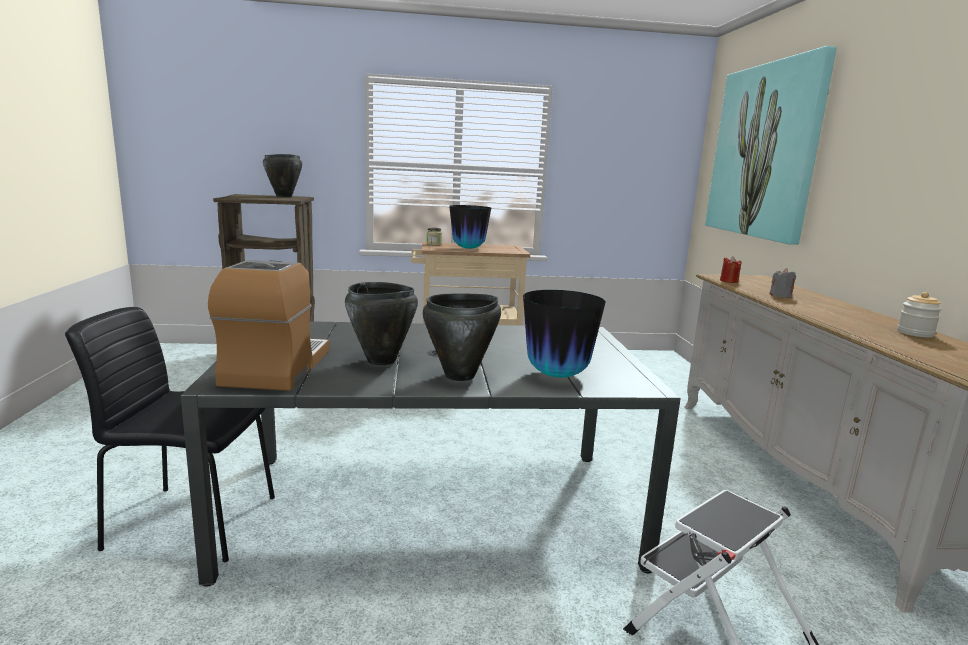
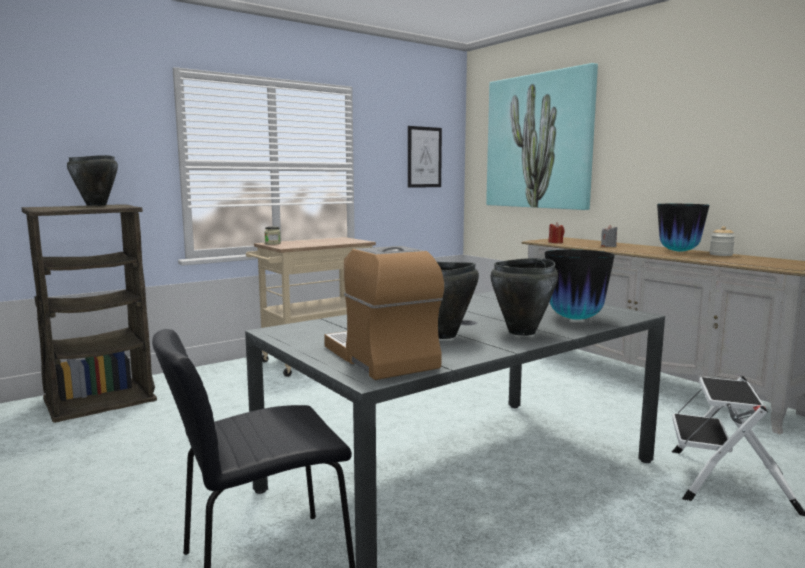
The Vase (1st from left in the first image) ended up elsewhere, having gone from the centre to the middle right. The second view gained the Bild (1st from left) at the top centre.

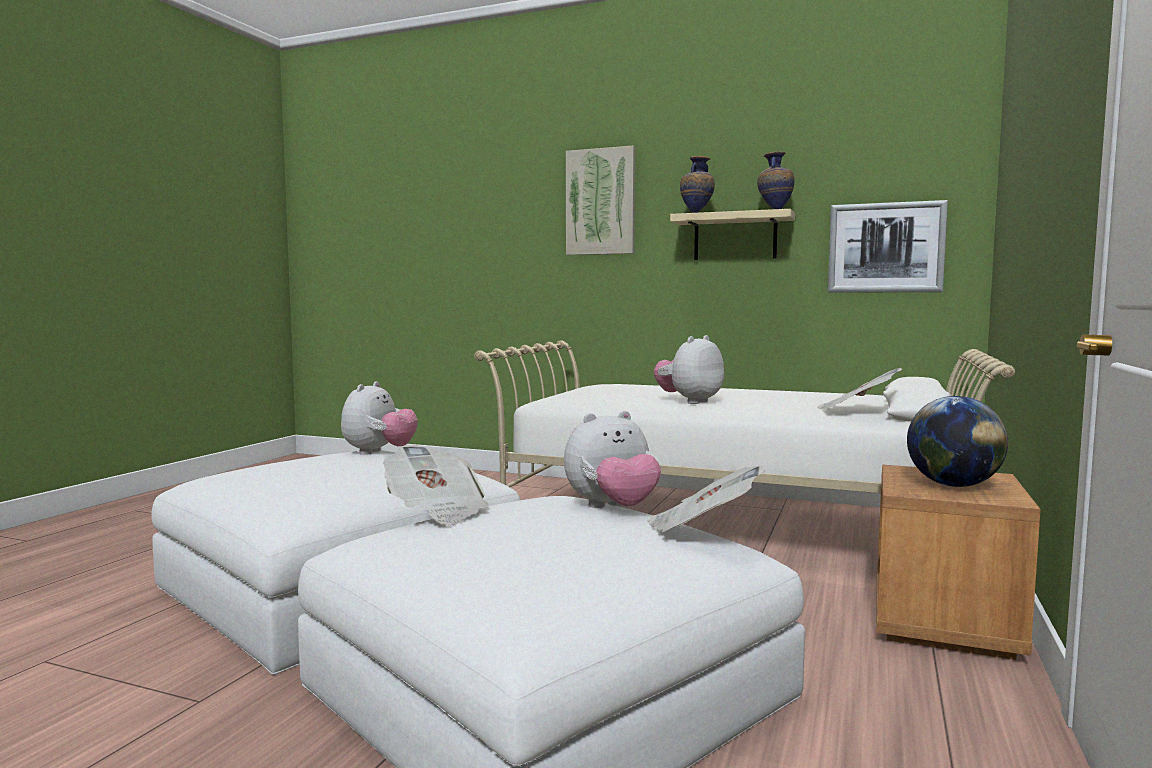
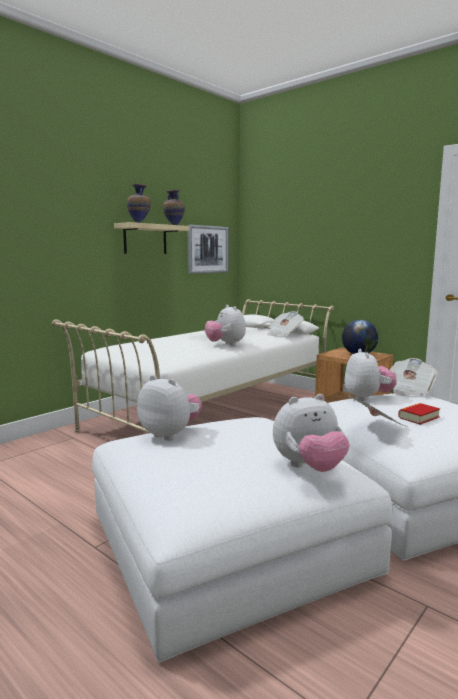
The second view lost the Bild (1st from left) at the top centre. The second view gained the Plüschtier (3rd from left) at the middle right. The second view gained the Buch at the middle right.

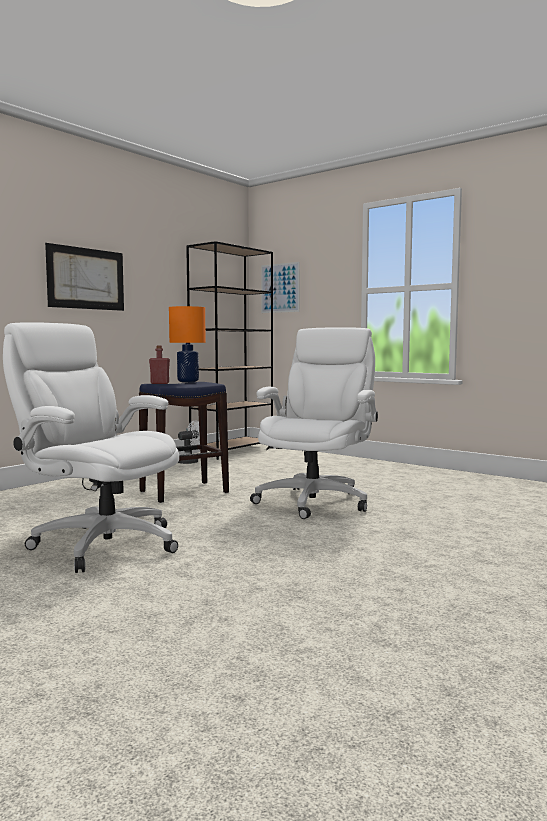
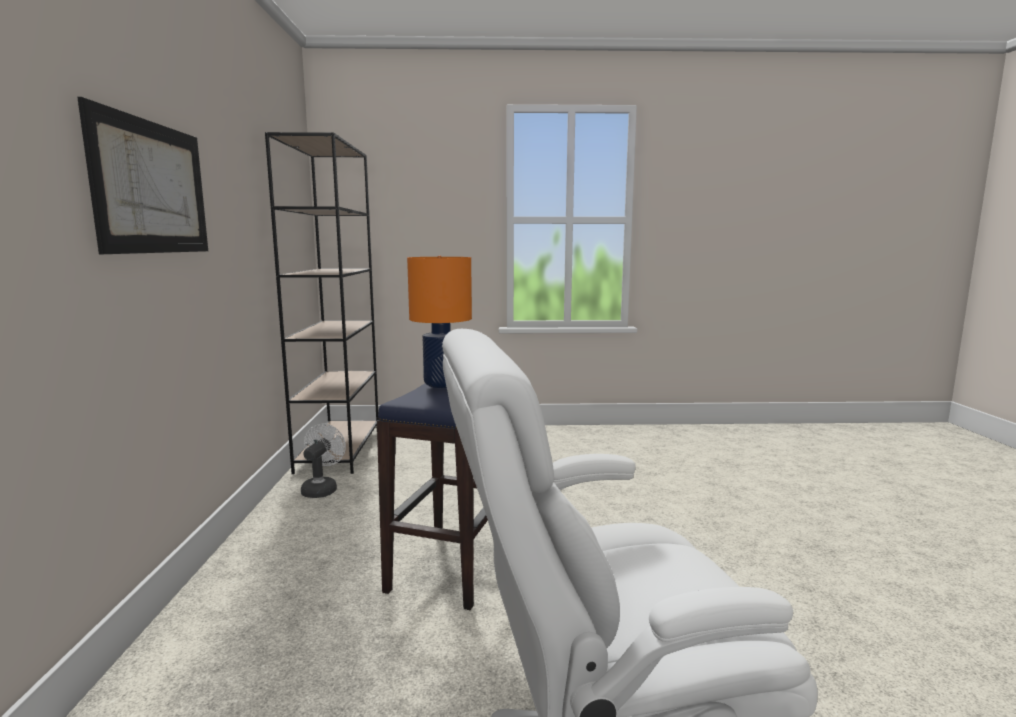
The second view lost the Flasche [rot] at the middle left. The second view lost the Bürostuhl [weiß] (2nd from left) at the centre. The second view lost the Bild (2nd from left) at the centre.

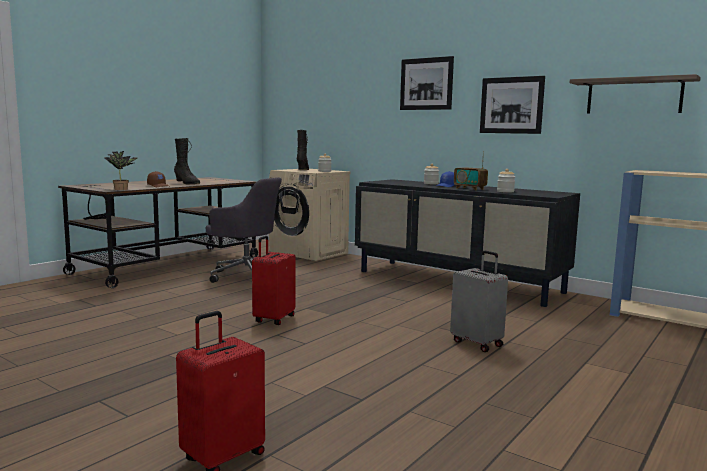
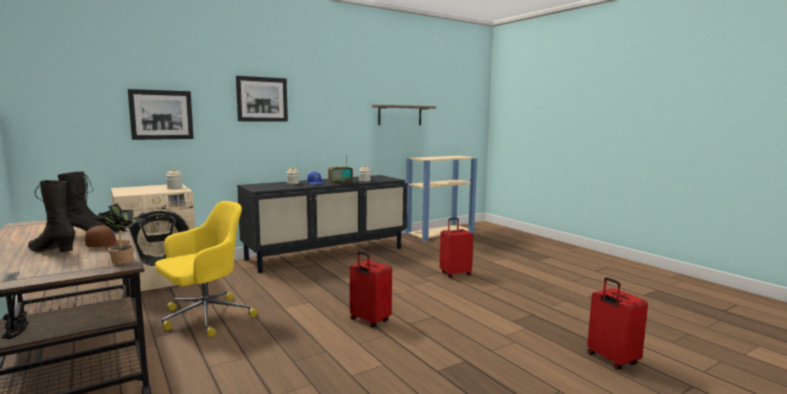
What was the Bürostuhl [grau] at the centre turned into the Bürostuhl [gelb] at the bottom left. The Stiefel [schwarz] (2nd from left in the first image) ended up elsewhere, having gone from the top centre to the middle left. What was the Koffer [grau] at the middle right turned into the Koffer [rot] (2nd from left) at the centre. The Bild (2nd from left in the first image) ended up elsewhere, having gone from the top right to the top left.

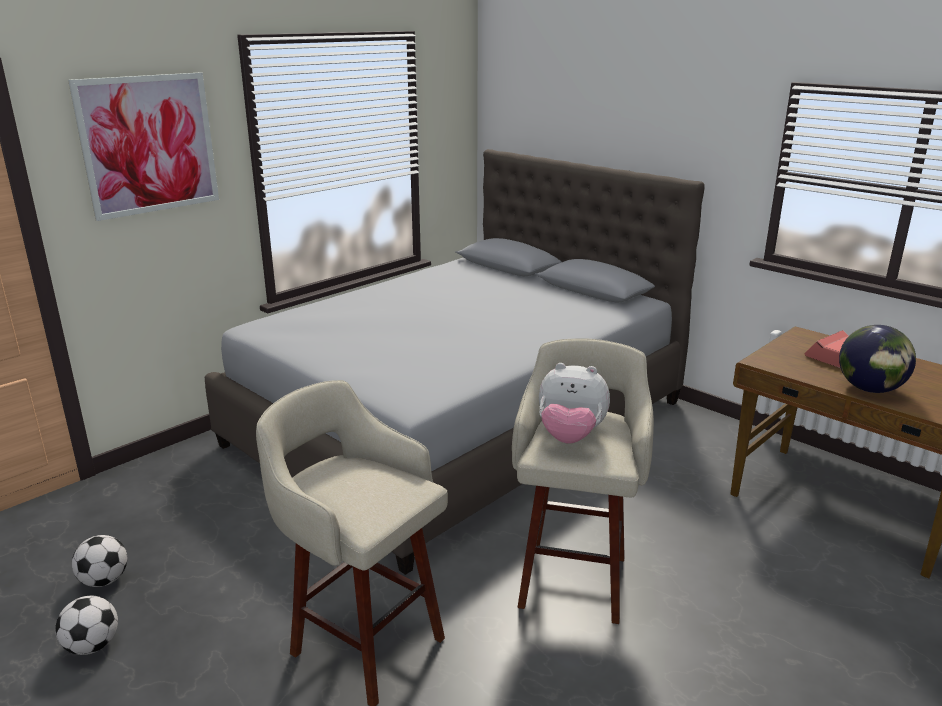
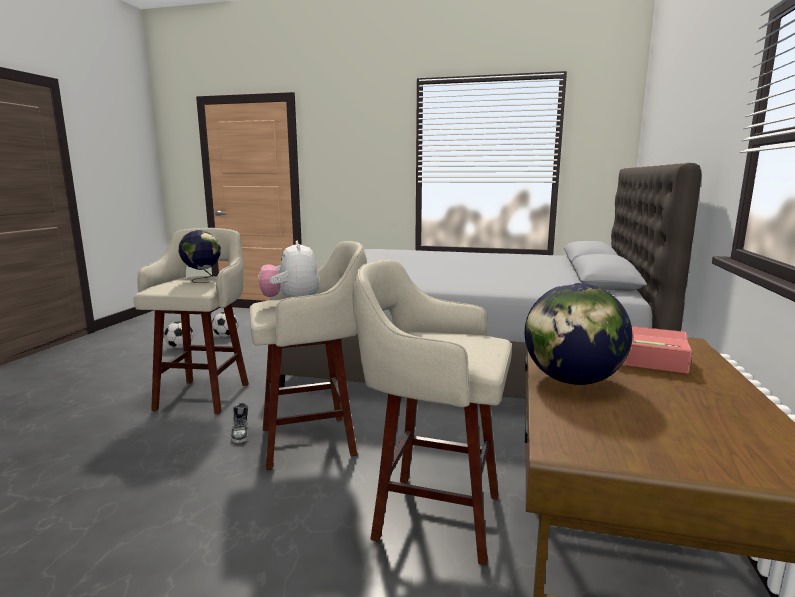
The second view lost the Bild at the top left. The second view gained the Globus (1st from left) at the middle left. The second view gained the Schuh at the bottom left. The second view gained the Hocker [beige] (3rd from left) at the bottom centre.

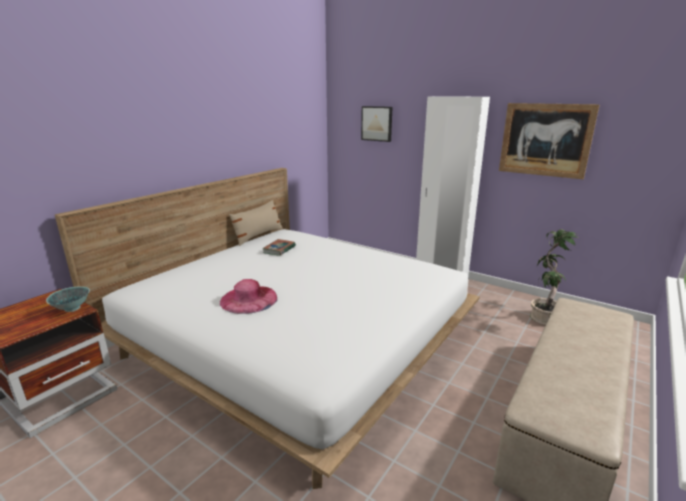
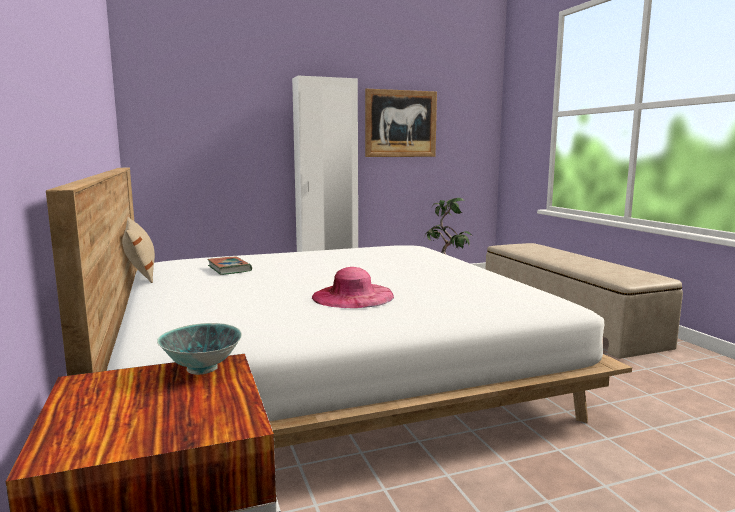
The second view lost the Bild (1st from left) at the top centre.

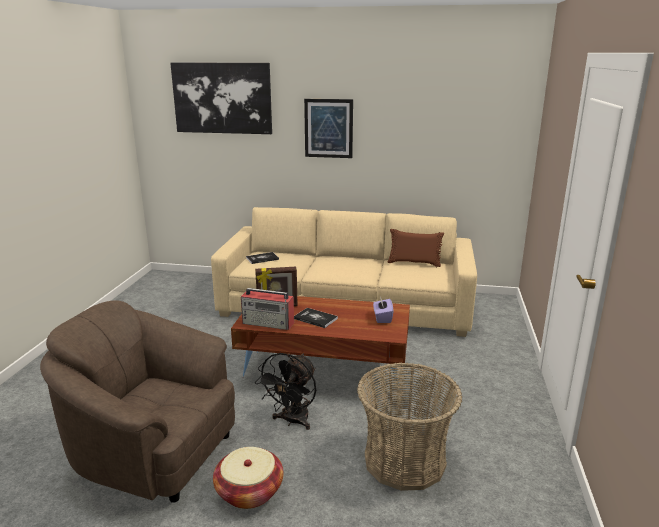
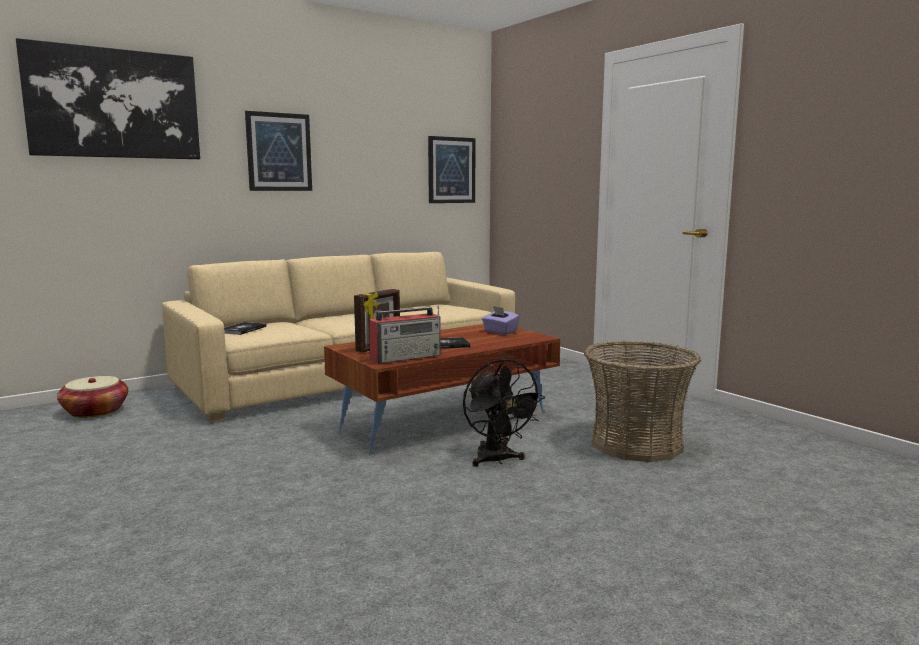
The second view lost the Sessel [braun] at the bottom left. The Korb (1st from left) ended up elsewhere, having gone from the bottom centre to the middle left. The second view lost the Kissen [braun] at the centre. The second view gained the Bild (3rd from left) at the top centre.

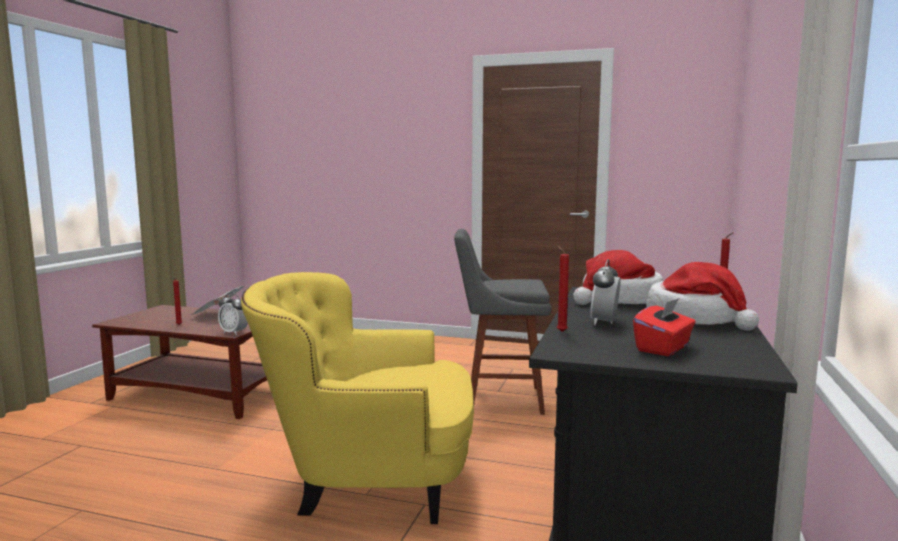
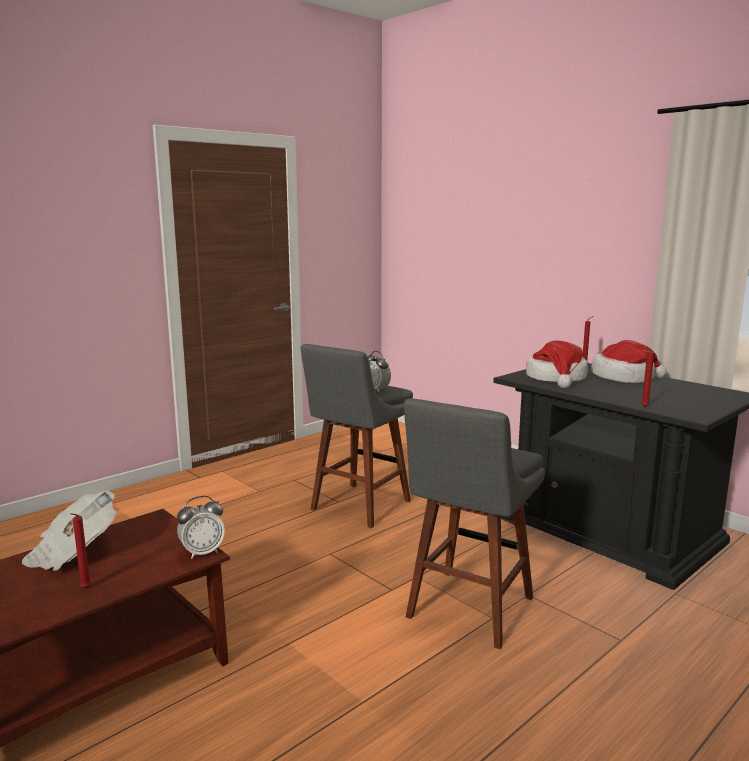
Where the Sessel [gelb] stood at the bottom centre, the Hocker [grau] (2nd from left) came to stand at the bottom centre. The Wecker (2nd from left) ended up elsewhere, having gone from the middle right to the centre. The second view lost the Taschentuchbox [rot] at the middle right.

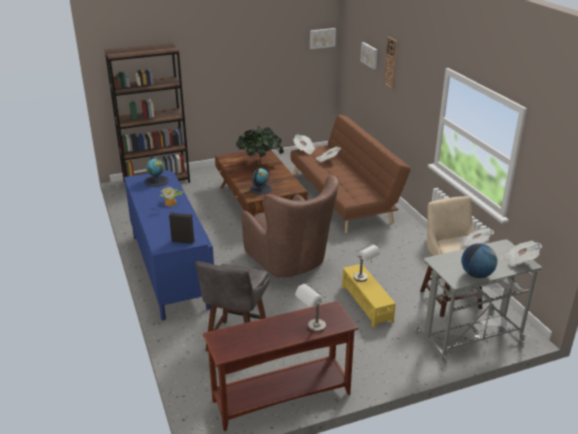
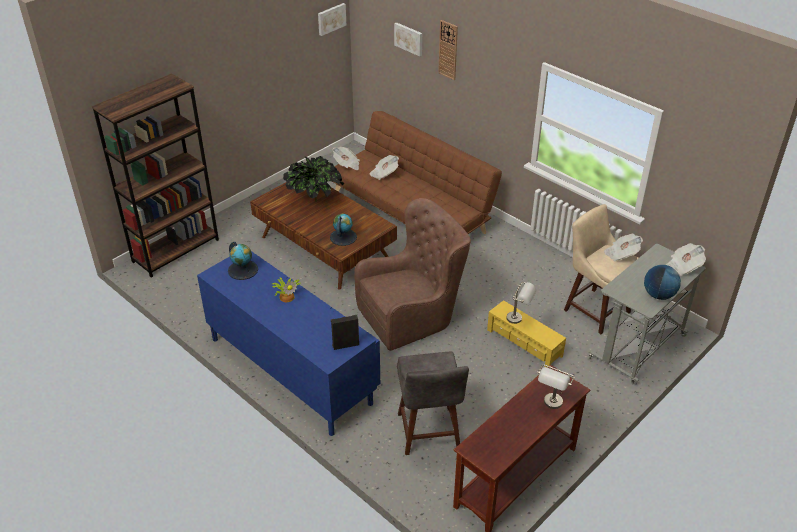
The Sessel [braun] at the centre ended up facing another way, 60 degrees counterclockwise from before.

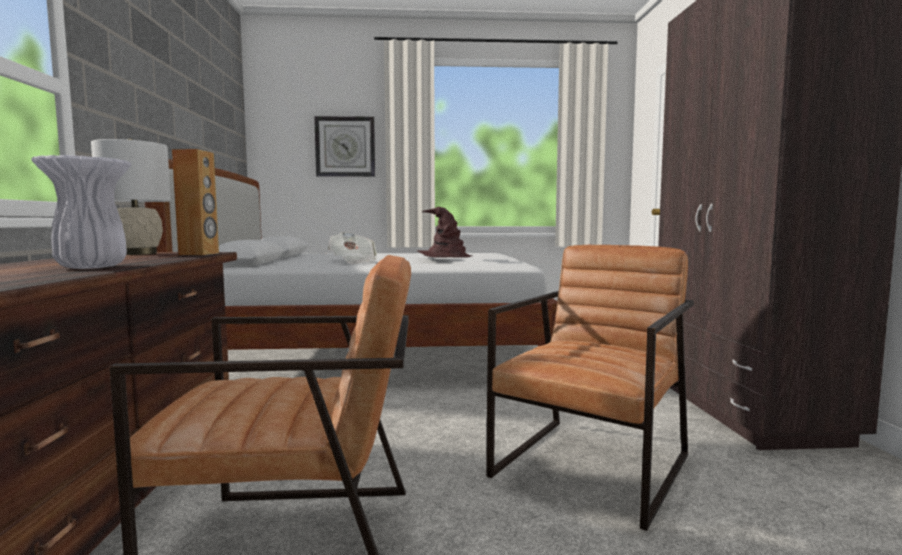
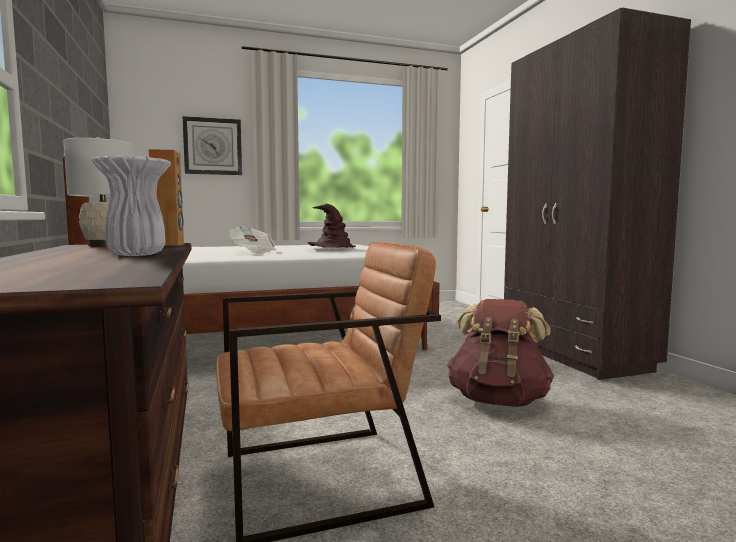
Where the Sessel [braun] (2nd from left) stood at the bottom centre, the Rucksack [braun] came to stand at the middle right.

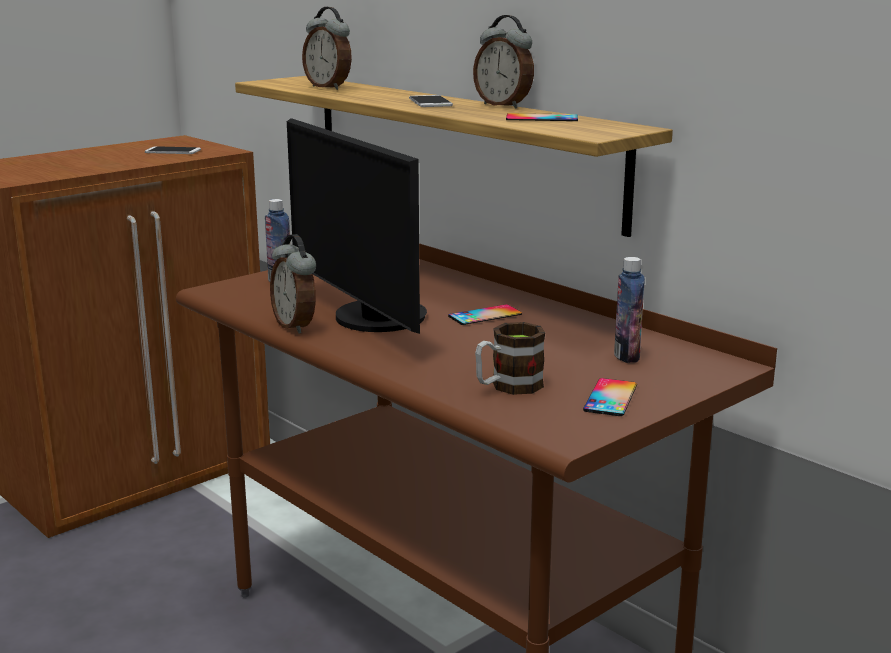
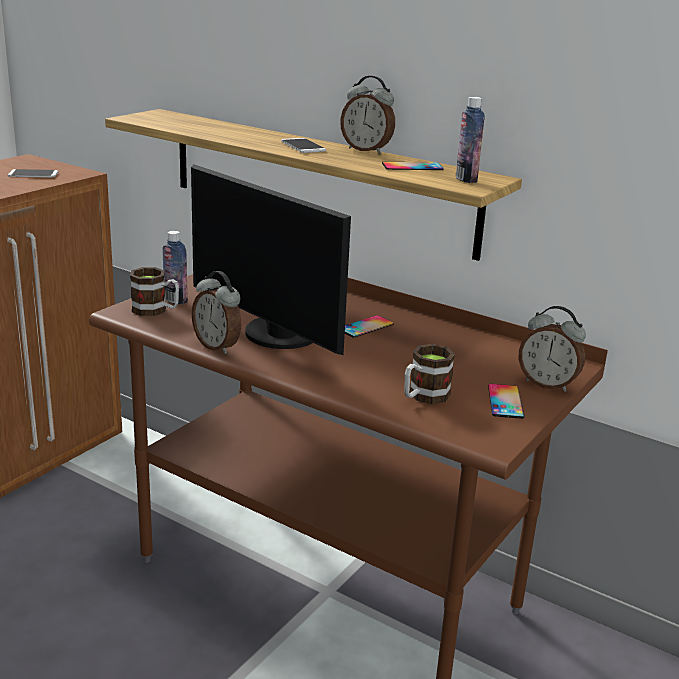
The Wecker (2nd from left in the first image) ended up elsewhere, having gone from the top centre to the middle right. The Flasche (2nd from left) ended up elsewhere, having gone from the middle right to the top right. The second view gained the Henkelbecher (1st from left) at the middle left.

